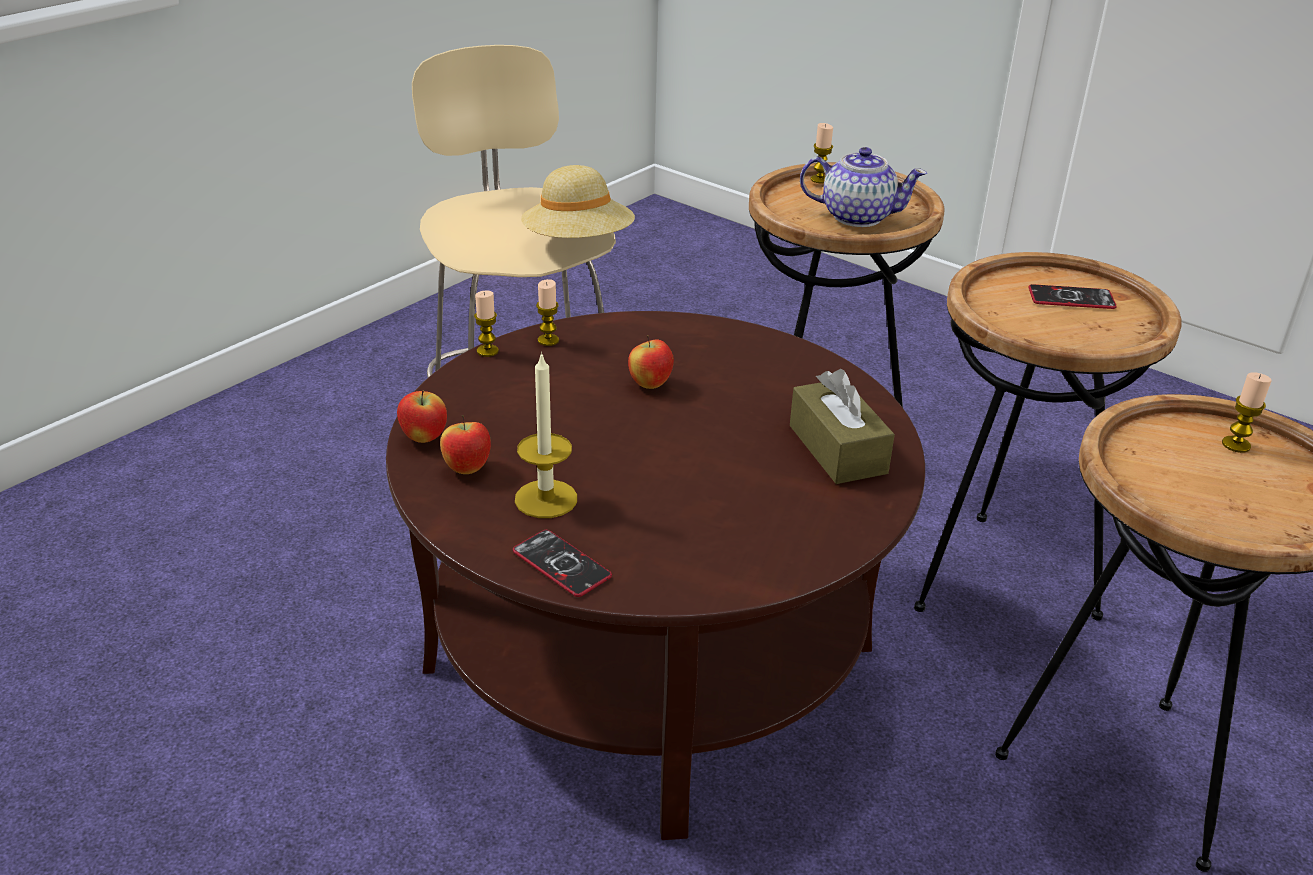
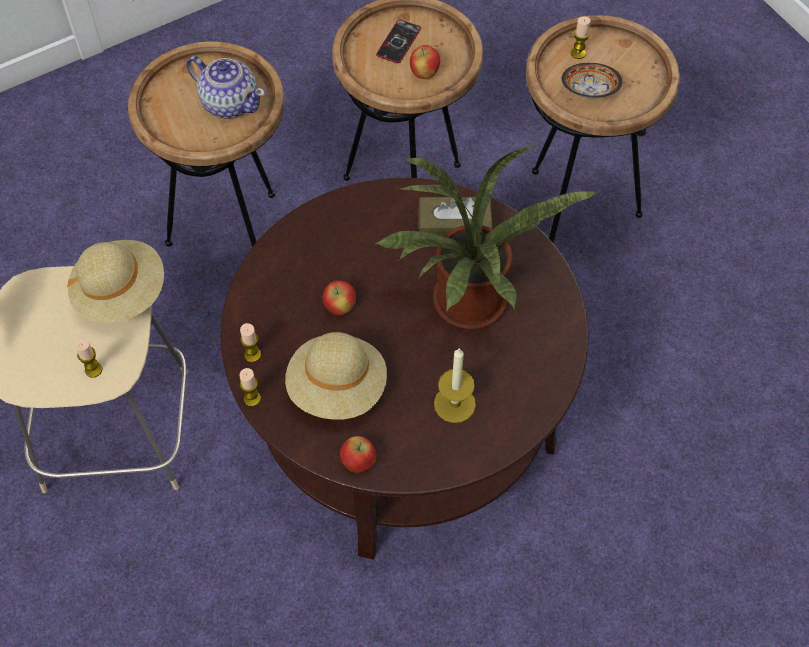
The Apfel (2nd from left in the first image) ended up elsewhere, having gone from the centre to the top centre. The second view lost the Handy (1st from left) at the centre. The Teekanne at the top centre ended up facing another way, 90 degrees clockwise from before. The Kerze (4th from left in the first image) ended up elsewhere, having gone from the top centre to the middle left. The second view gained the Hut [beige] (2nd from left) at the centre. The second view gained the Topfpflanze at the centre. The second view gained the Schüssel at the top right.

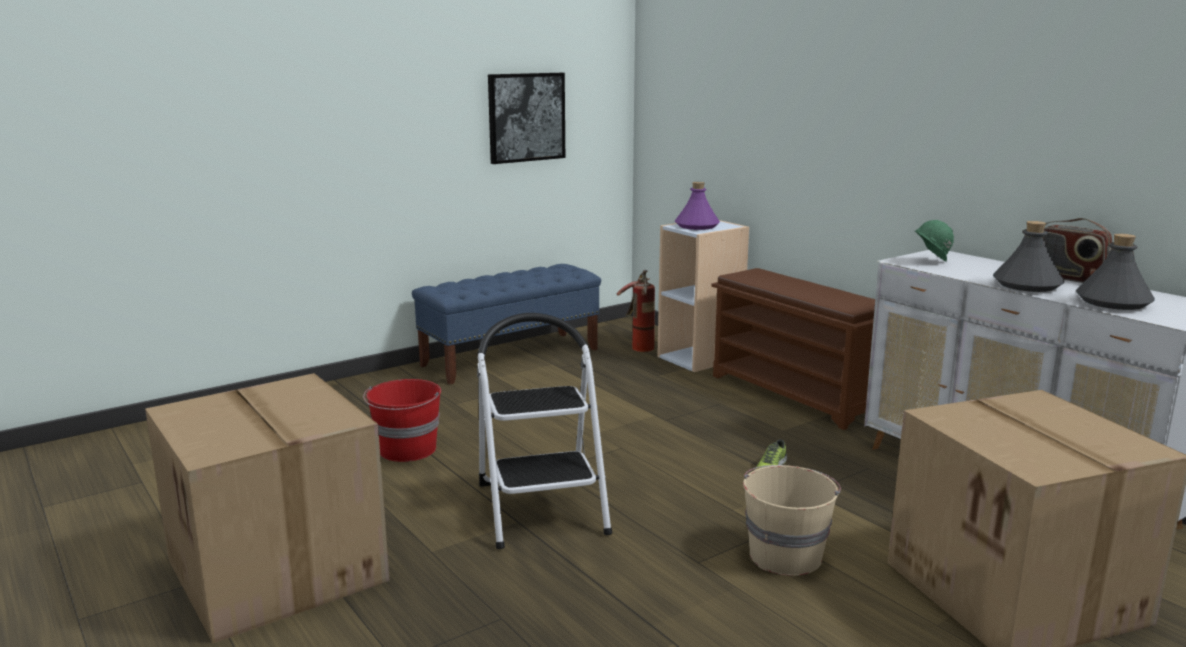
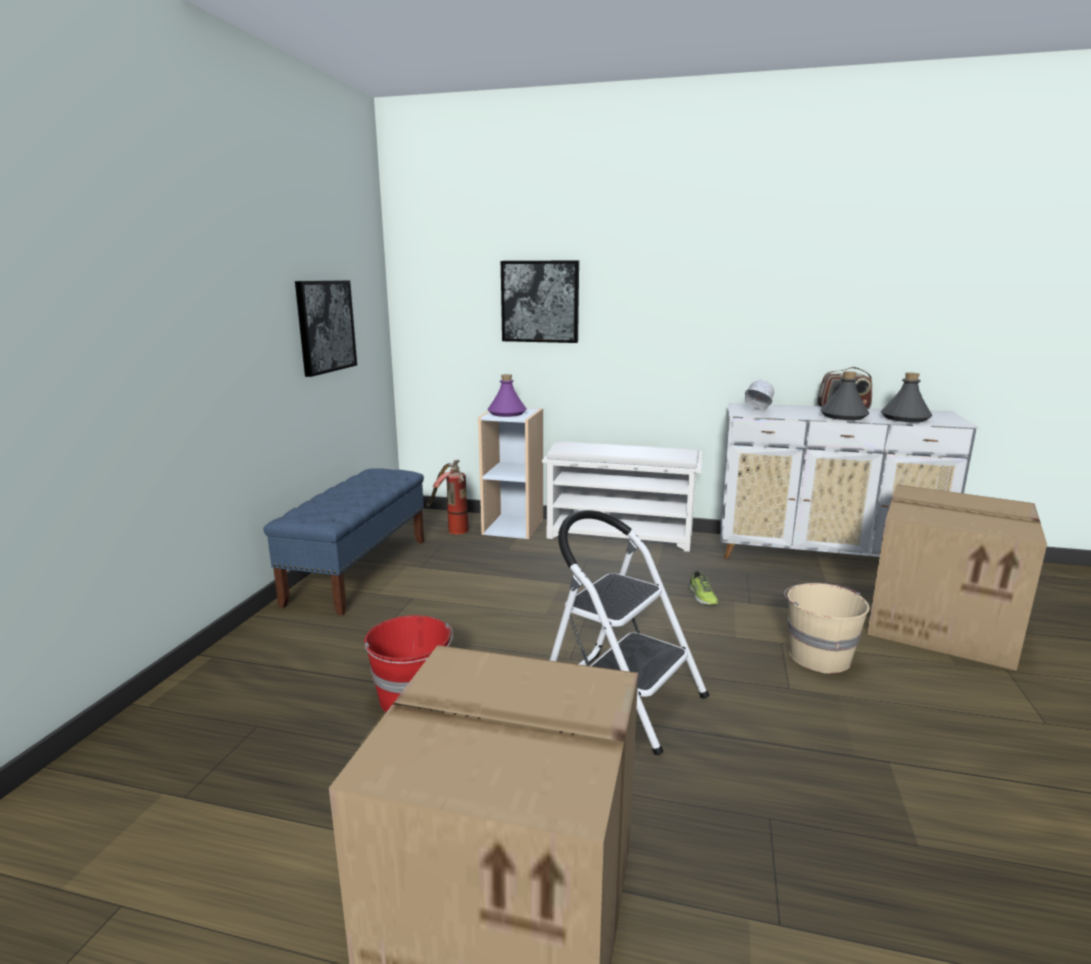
What was the Schuhregal [braun] at the middle right turned into the Schuhregal [weiß] at the centre. What was the Schutzhelm [grün] at the middle right turned into the Schutzhelm [weiß] at the middle right. The second view gained the Bild (2nd from left) at the top centre.

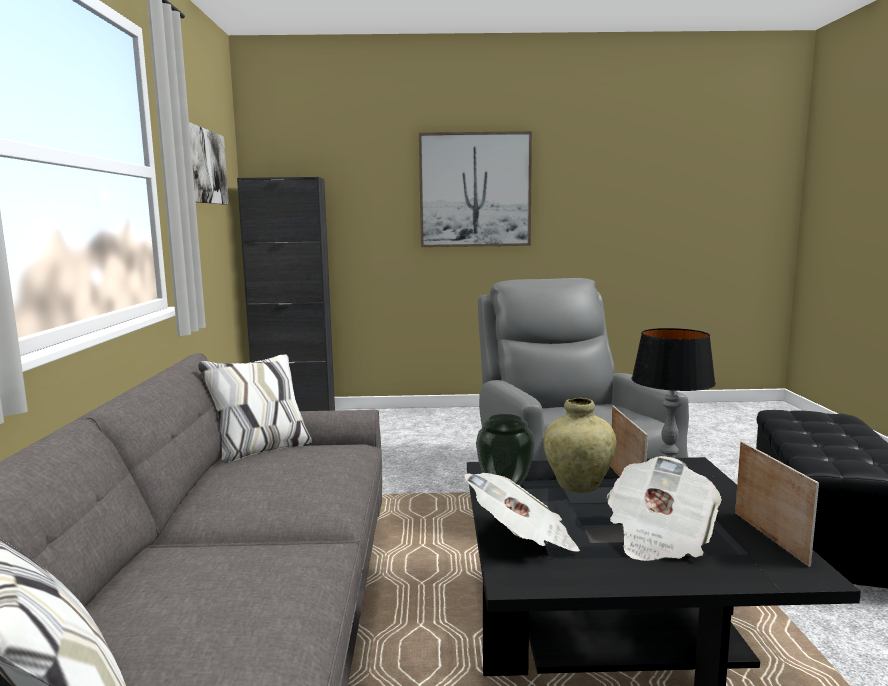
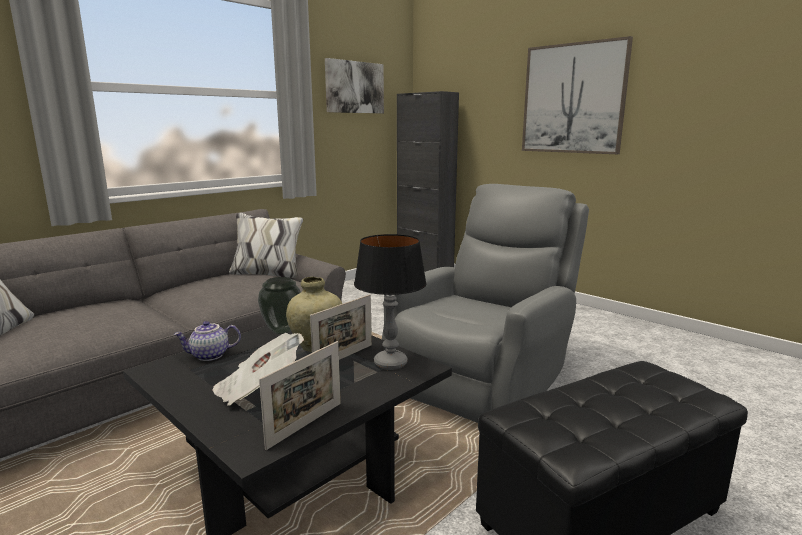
Where the Zeitung (1st from left) stood at the bottom centre, the Teekanne came to stand at the middle left.

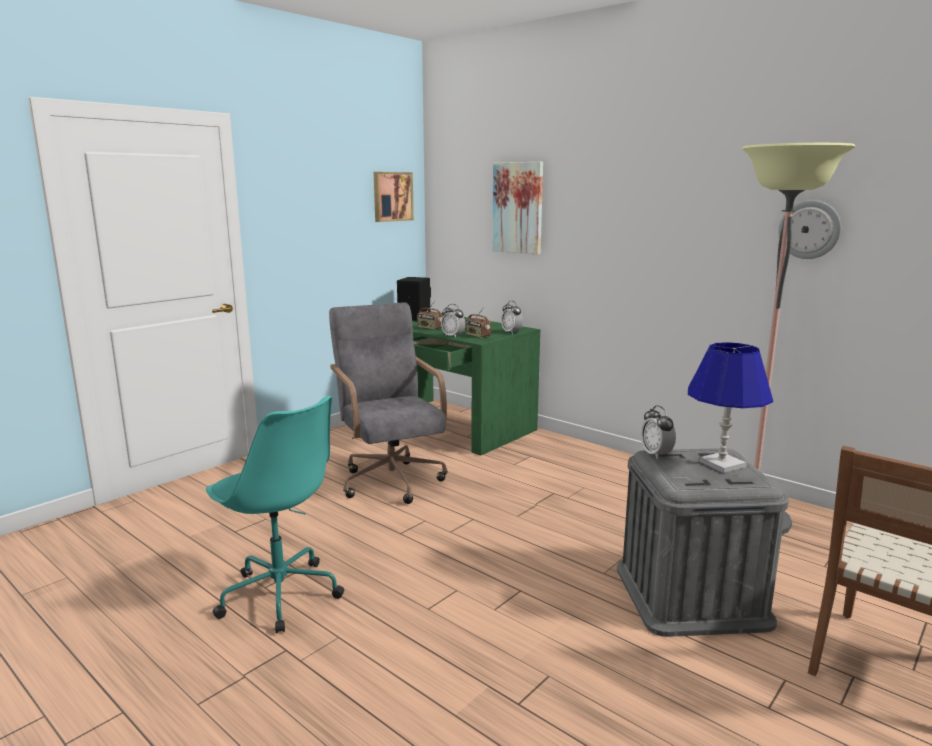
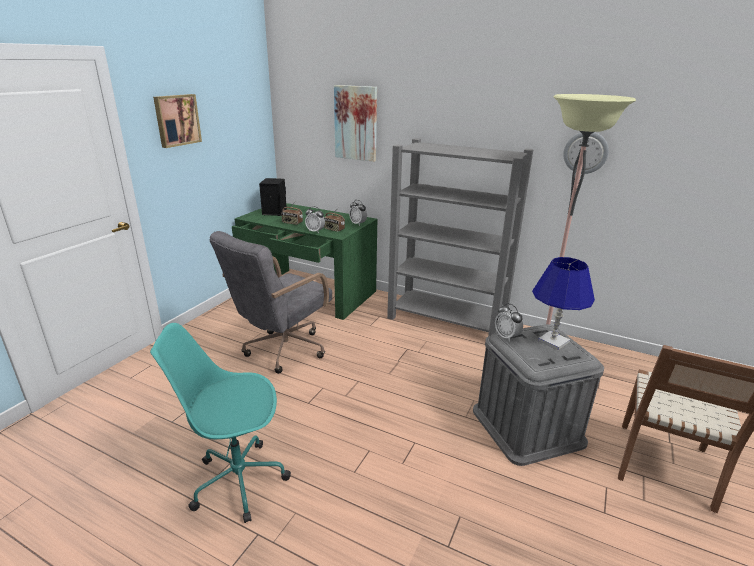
The Bürostuhl [türkis] at the bottom left ended up facing another way, 150 degrees clockwise from before. The Bürostuhl [grau] at the centre ended up facing another way, 105 degrees counterclockwise from before. The Bild (1st from left) ended up elsewhere, having gone from the top centre to the top left. The second view gained the Bücherregal [grau] at the centre.

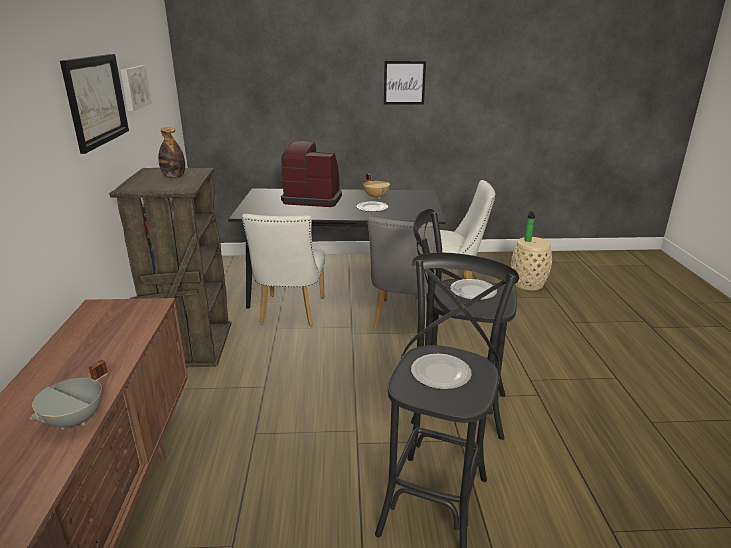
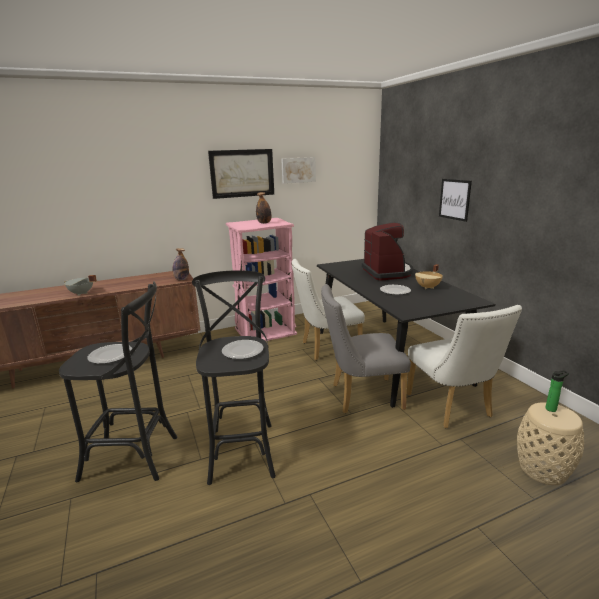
What was the Bücherregal [braun] at the middle left turned into the Bücherregal [rosa] at the centre. The Bild (3rd from left) ended up elsewhere, having gone from the top centre to the middle right. The second view gained the Flasche (1st from left) at the middle left.

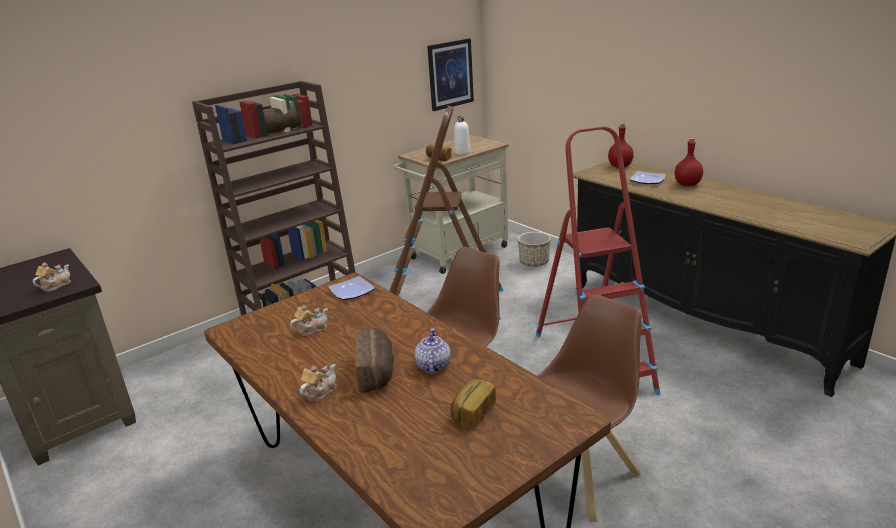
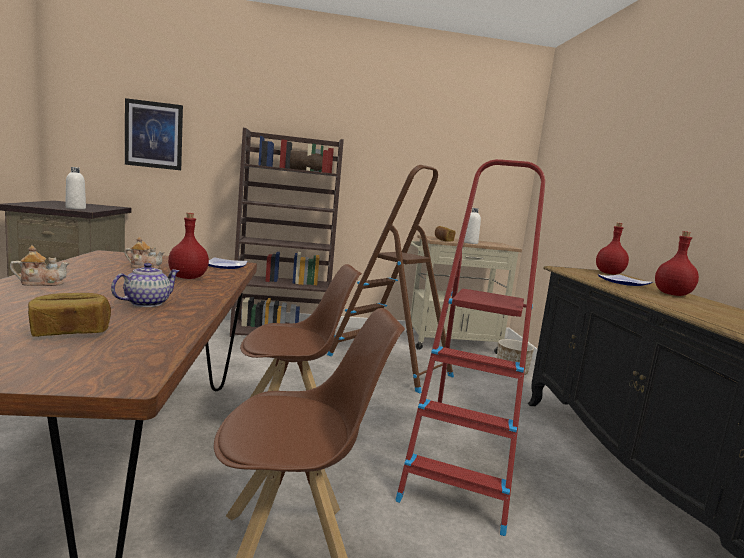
Where the Teekanne (1st from left) stood at the middle left, the Flasche [weiß] (1st from left) came to stand at the middle left. The second view lost the Brot (2nd from left) at the bottom centre. The Bild ended up elsewhere, having gone from the top centre to the top left. The second view gained the Flasche [rot] (1st from left) at the middle left.

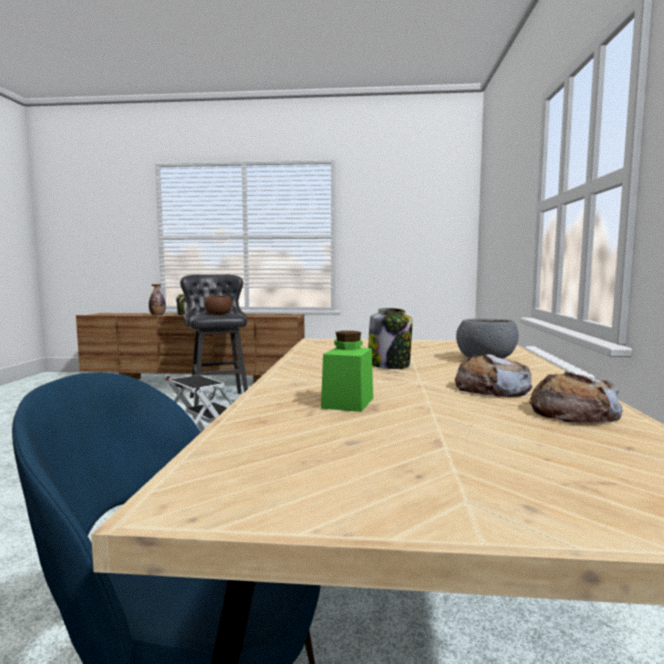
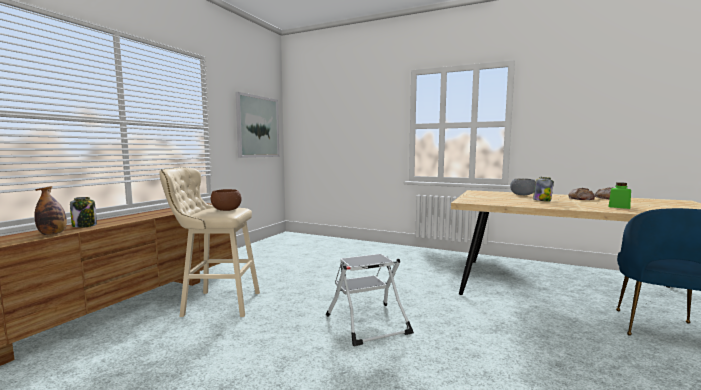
What was the Hocker [schwarz] at the middle left turned into the Hocker [beige] at the middle left. The second view gained the Bild at the top centre.

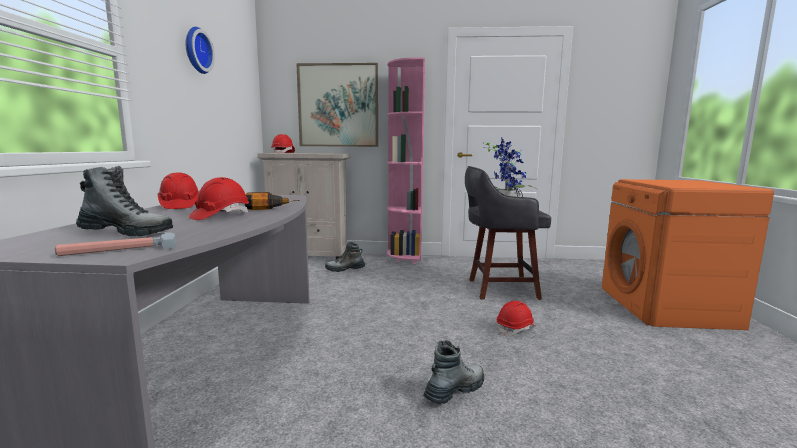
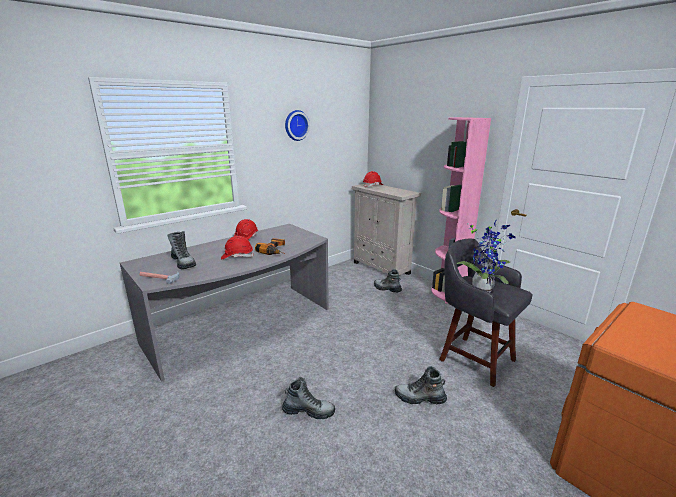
The second view lost the Bild at the top centre. Where the Schutzhelm [rot] (4th from left) stood at the bottom centre, the Stiefel (4th from left) came to stand at the bottom centre.

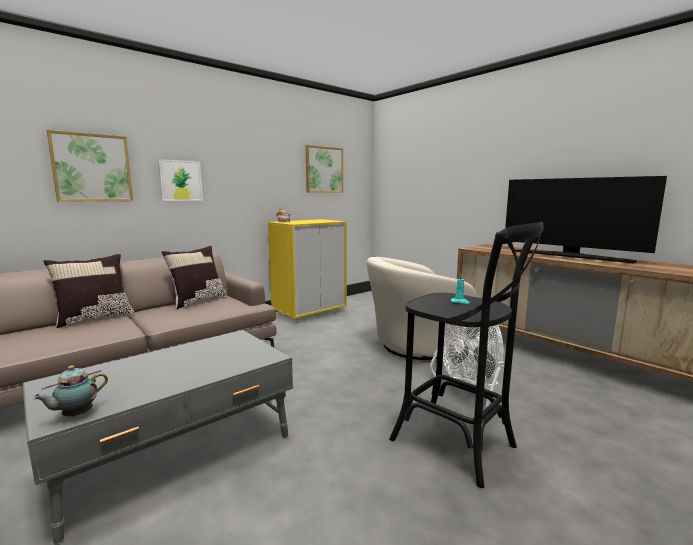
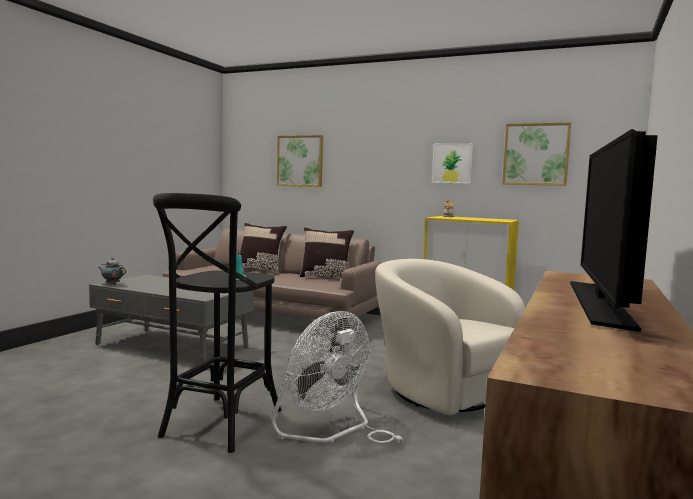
The Bild (2nd from left) ended up elsewhere, having gone from the top left to the top centre.

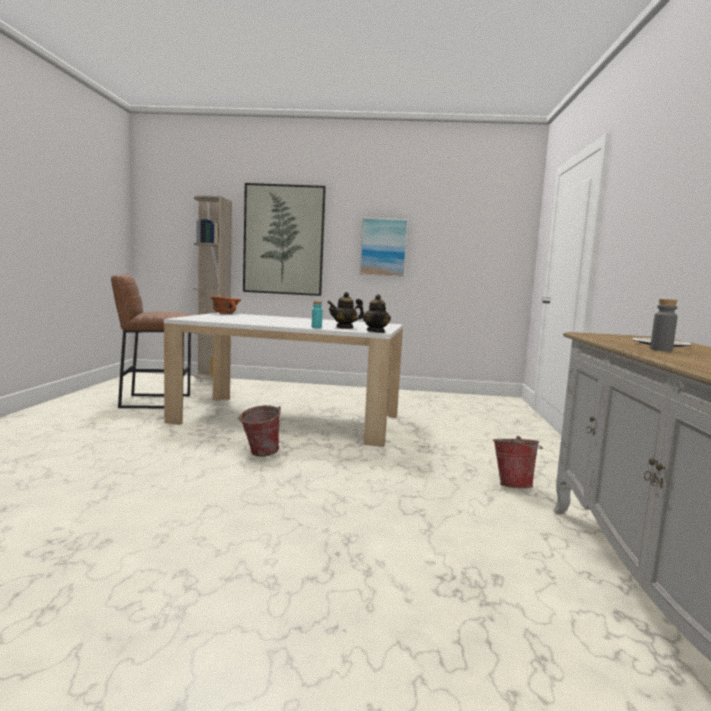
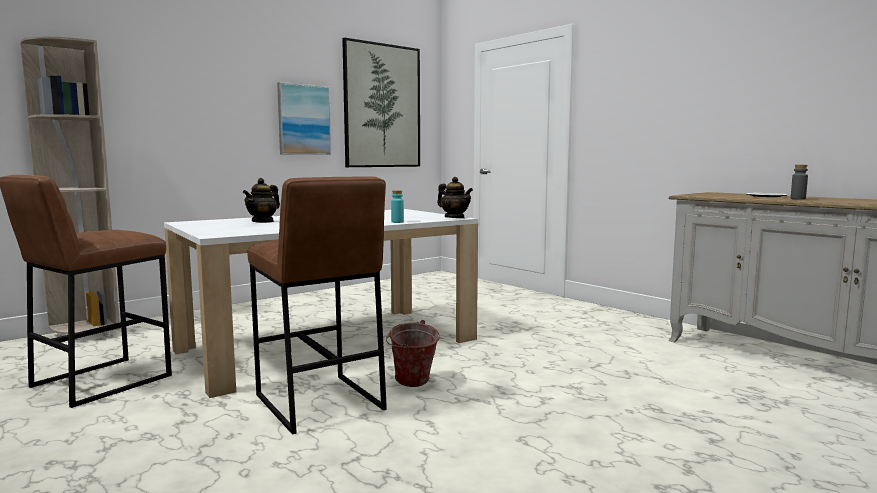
The second view lost the Schüssel [orange] at the middle left. The Bild (1st from left in the first image) ended up elsewhere, having gone from the centre to the top centre. The Teekanne (1st from left) ended up elsewhere, having gone from the centre to the middle left. The second view lost the Eimer (2nd from left) at the middle right. The second view gained the Hocker [braun] (2nd from left) at the centre.

